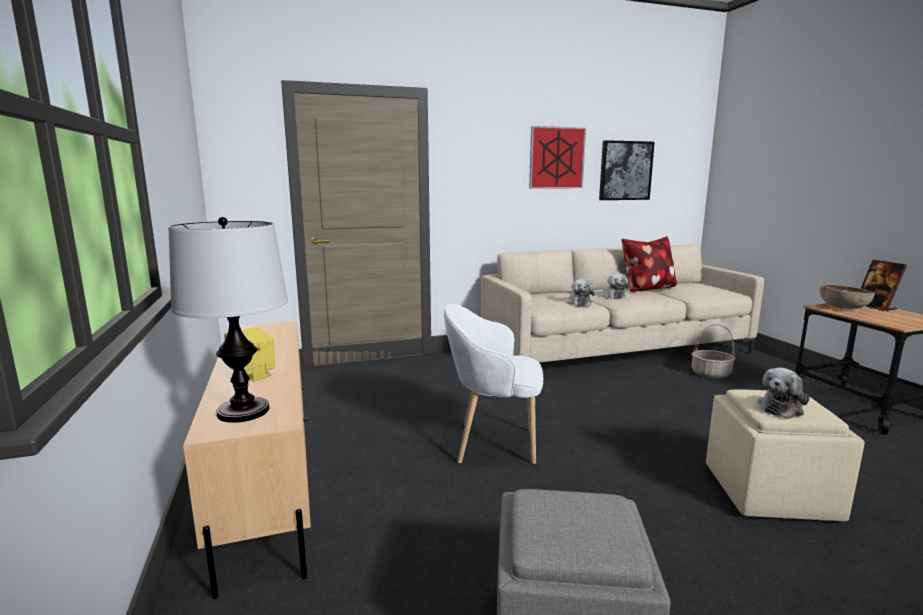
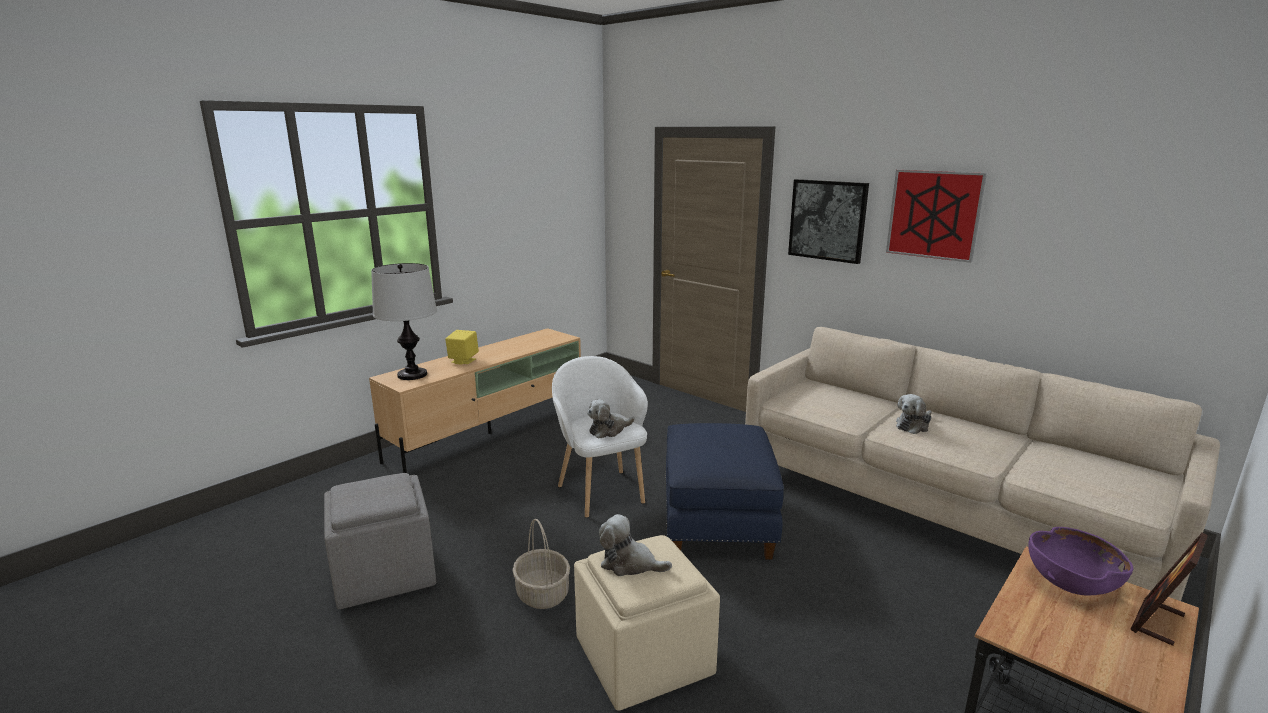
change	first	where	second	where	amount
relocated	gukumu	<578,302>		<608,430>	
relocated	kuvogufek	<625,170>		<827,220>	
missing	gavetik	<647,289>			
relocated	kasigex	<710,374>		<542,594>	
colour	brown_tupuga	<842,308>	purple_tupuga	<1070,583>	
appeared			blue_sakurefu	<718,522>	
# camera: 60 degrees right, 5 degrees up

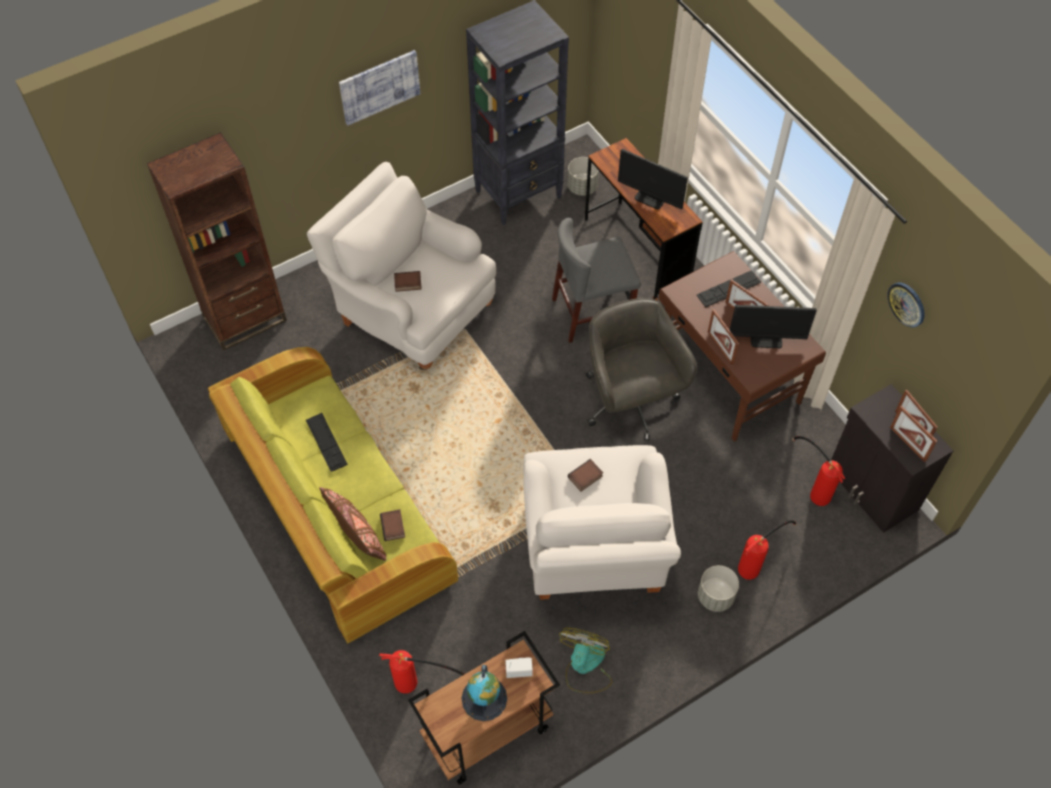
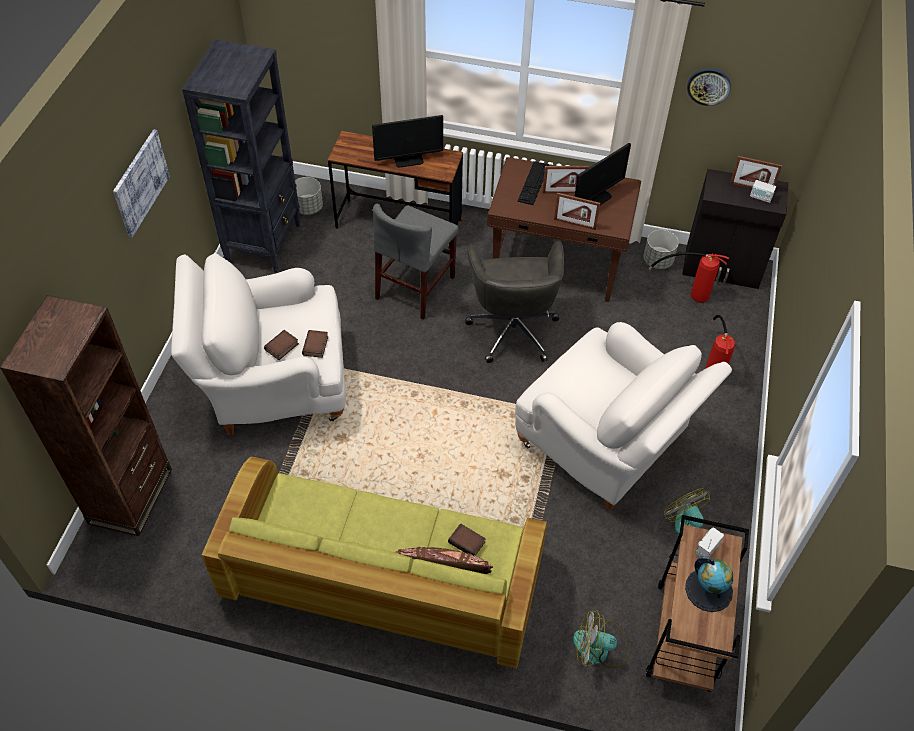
change	first	where	second	where	amount
missing	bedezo	<326,442>			
exchanged	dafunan	<419,684>	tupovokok	<599,649>	
relocated	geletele	<585,477>		<316,346>	
spun	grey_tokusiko	<630,403>		<513,328>	120 degrees counterclockwise
relocated	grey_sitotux	<715,597>		<658,261>	
exchanged	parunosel	<907,444>	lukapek	<760,197>	
# camera: 45 degrees left, 5 degrees down

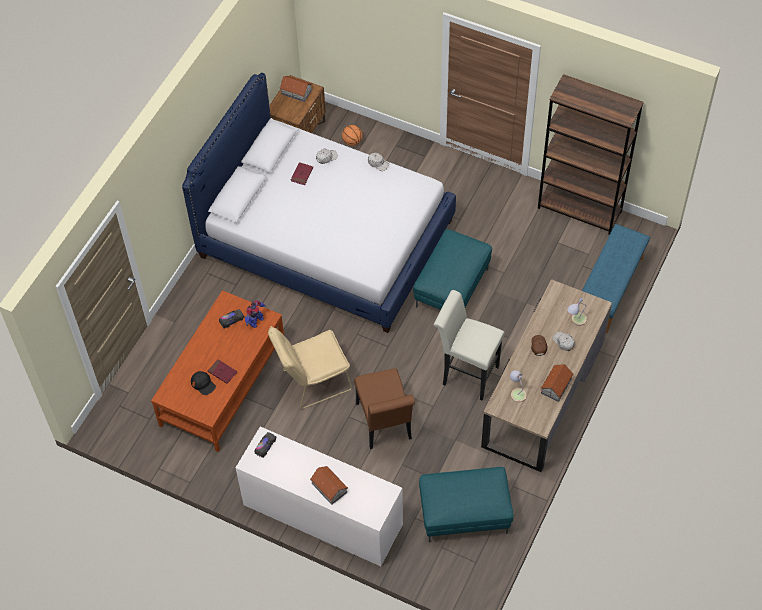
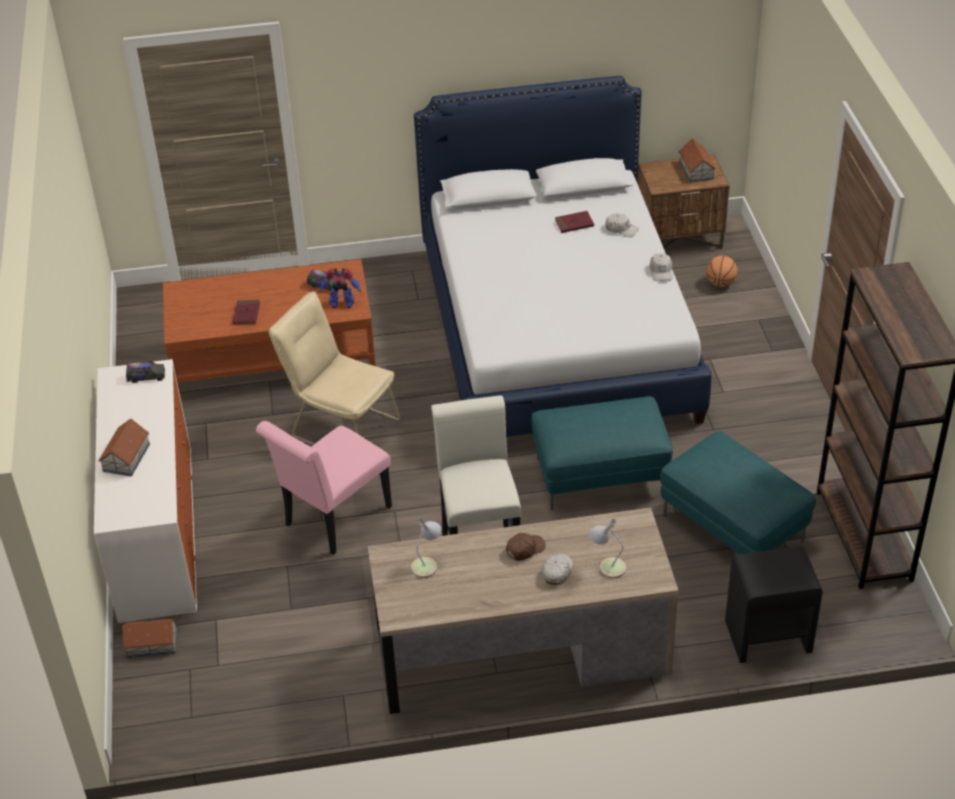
change	first	where	second	where	amount
missing	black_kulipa	<203,384>			
colour	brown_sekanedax	<385,425>	pink_sekanedax	<333,520>	
relocated	turquoise_sakurefu	<464,515>		<731,528>	
relocated	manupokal	<556,385>		<152,643>	
exchanged	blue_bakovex	<610,289>	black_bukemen	<767,636>	
# camera: 55 degrees right, 15 degrees down

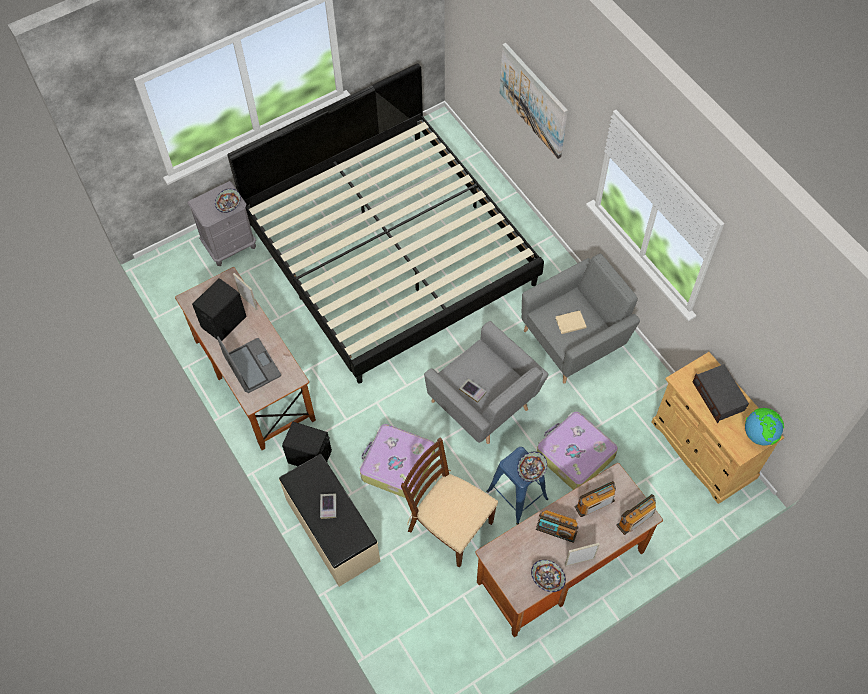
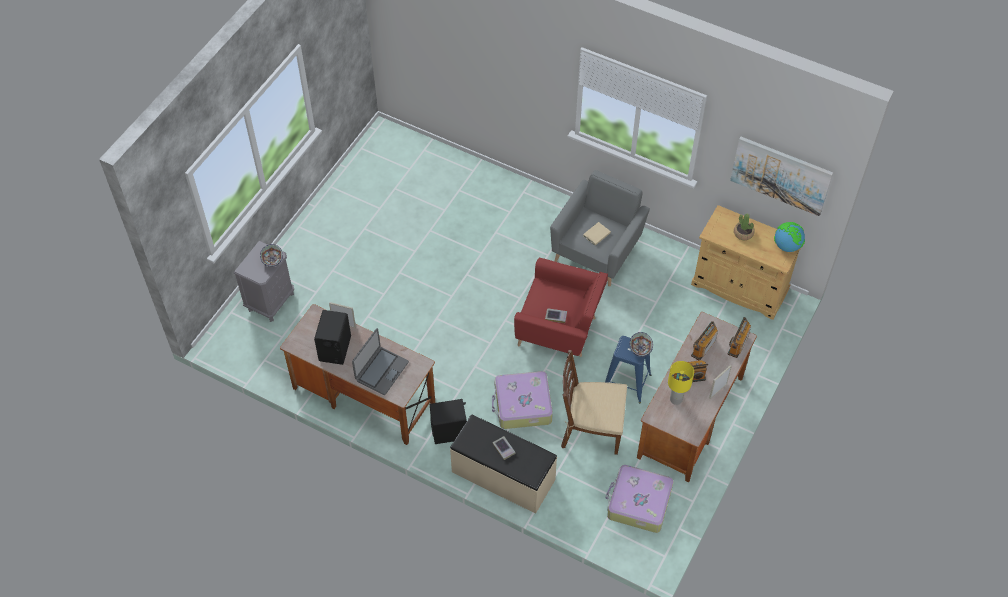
change	first	where	second	where	amount
spun	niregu	<252,366>		<381,371>	90 degrees clockwise
missing	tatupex	<390,252>			
colour	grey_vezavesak	<484,404>	red_vezavesak	<560,329>	
relocated	kuvogufek	<533,100>		<781,175>	
missing	tupuga	<547,579>			
relocated	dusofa	<574,455>		<638,503>	
exchanged	lukapek	<718,397>	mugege	<743,233>	
appeared			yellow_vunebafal	<676,399>	
# camera: 30 degrees left, 5 degrees down

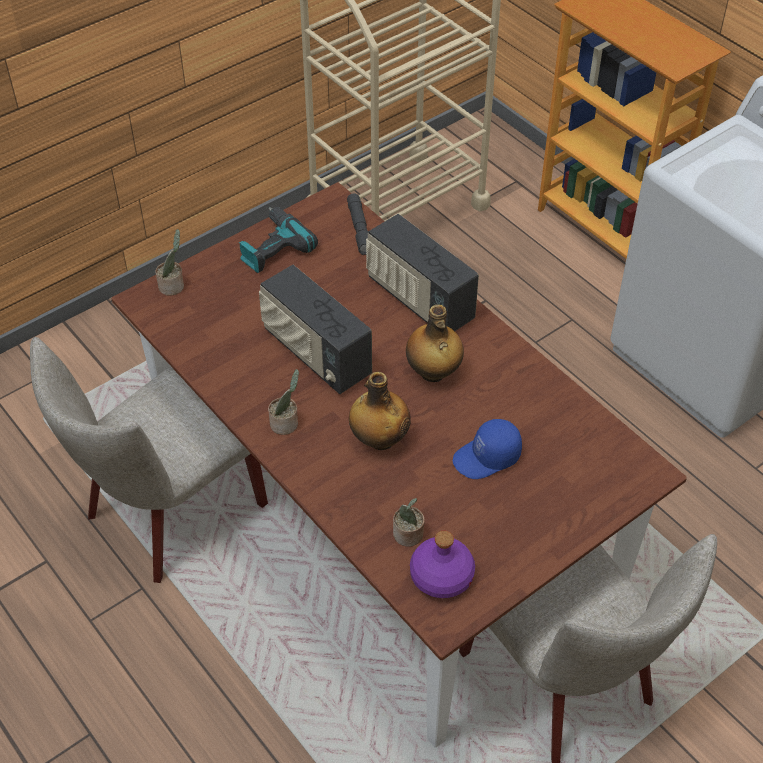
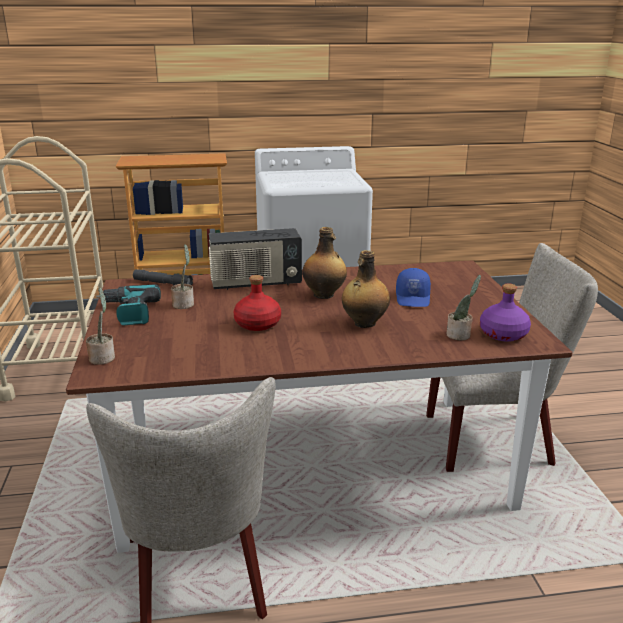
change	first	where	second	where	amount
exchanged	lukapek	<316,354>	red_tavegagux	<258,324>	
relocated	mugege	<286,423>		<184,304>	
# camera: 60 degrees left, 25 degrees down

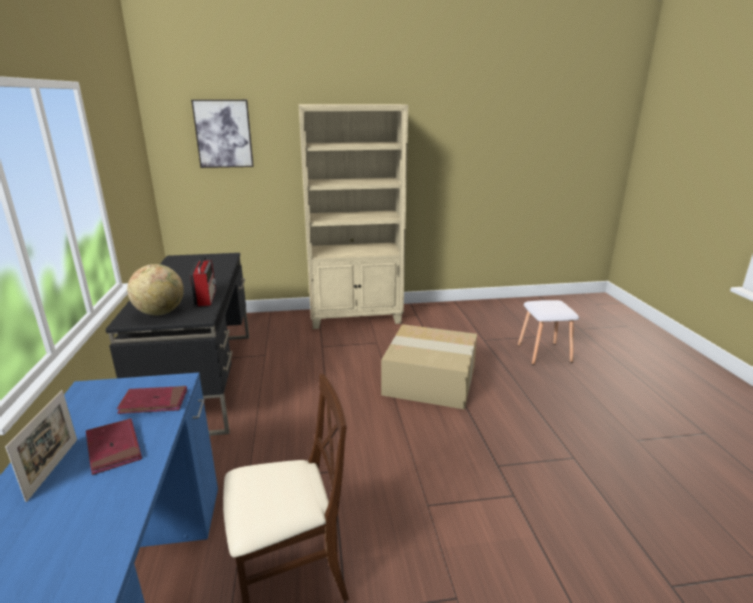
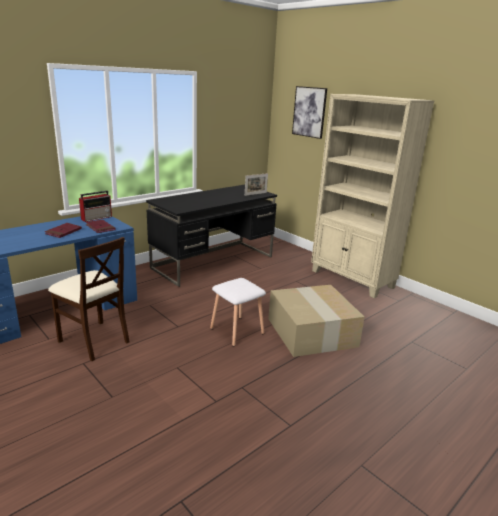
change	first	where	second	where	amount
relocated	parunosel	<53,468>		<255,194>	
missing	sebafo	<160,312>			
relocated	lukapek	<206,297>		<97,218>	
relocated	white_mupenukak	<543,354>		<236,330>	
# camera: 55 degrees right, 0 degrees up

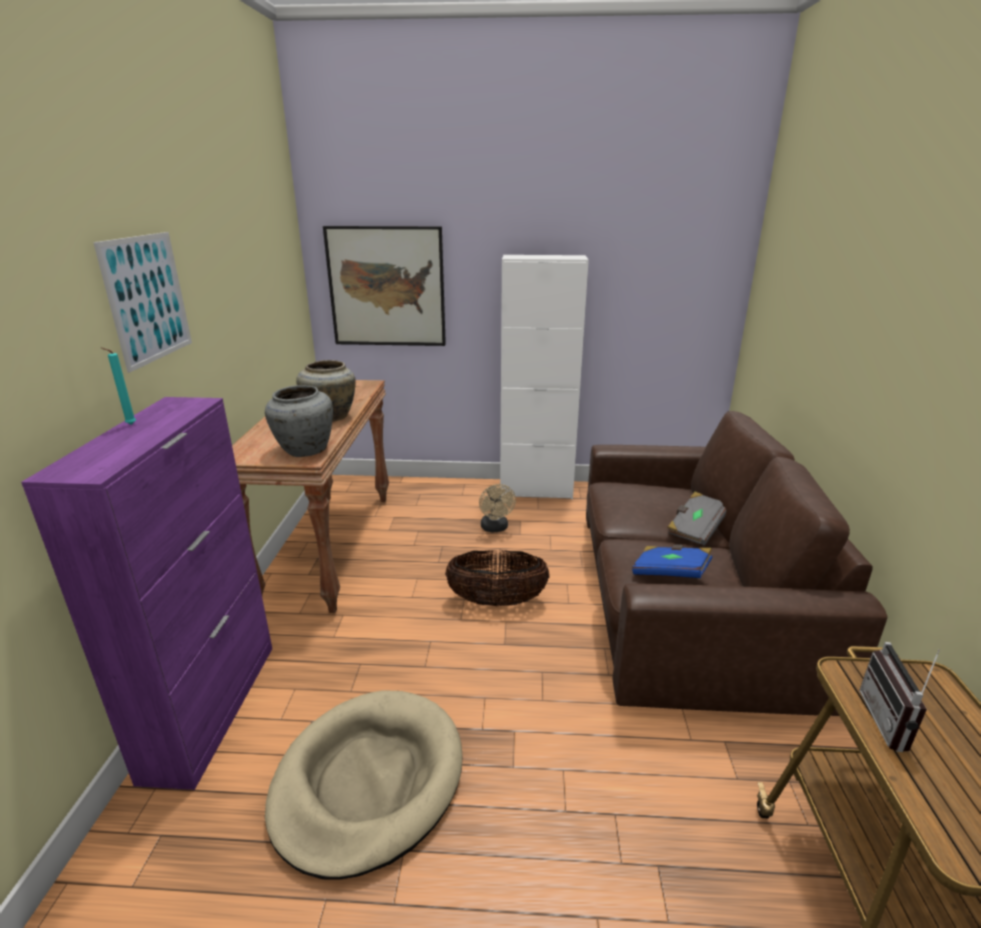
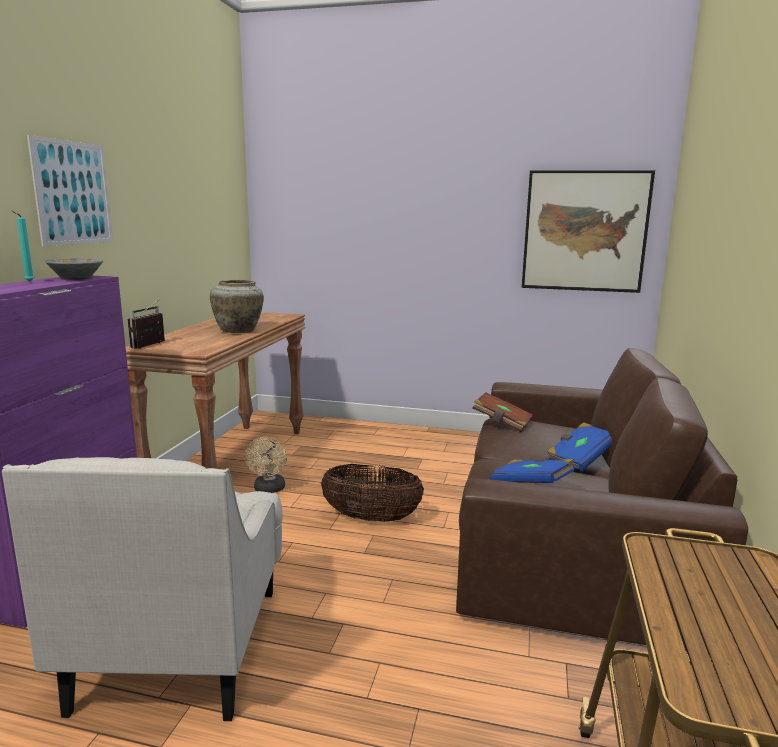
change	first	where	second	where	amount
missing	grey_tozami	<304,450>			
exchanged	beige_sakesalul	<368,781>	white_vezavesak	<182,644>	
relocated	kuvogufek	<387,287>		<584,231>	
relocated	beige_tupovokok	<495,528>		<269,489>	
missing	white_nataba	<536,490>			
colour	grey_geletele	<696,529>	blue_geletele	<580,458>	
relocated	lukapek	<893,723>		<151,346>	
appeared			grey_tupuga	<76,278>	
appeared			brown_geletele	<502,423>	
# camera: 10 degrees right, 10 degrees down

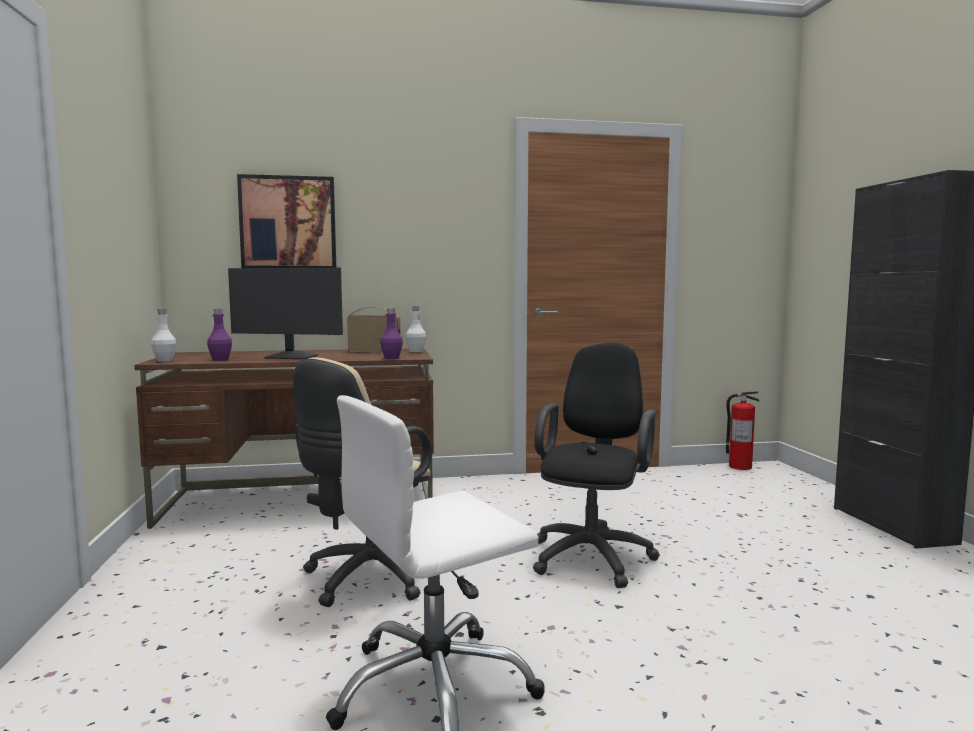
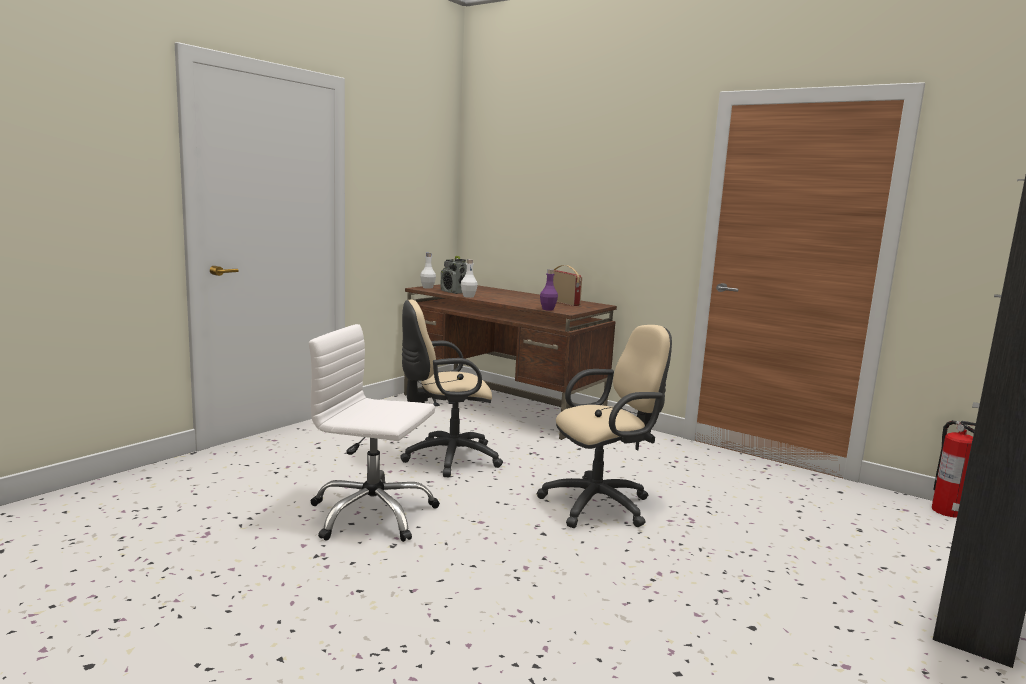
change	first	where	second	where	amount
exchanged	purple_tavegagux	<220,360>	lukapek	<453,292>	
missing	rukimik	<291,357>			
missing	kuvogufek	<288,223>			
relocated	white_tavegagux	<416,351>		<468,296>	
colour	black_tokusiko	<593,555>	beige_tokusiko	<602,505>	
# camera: 45 degrees right, 5 degrees up

